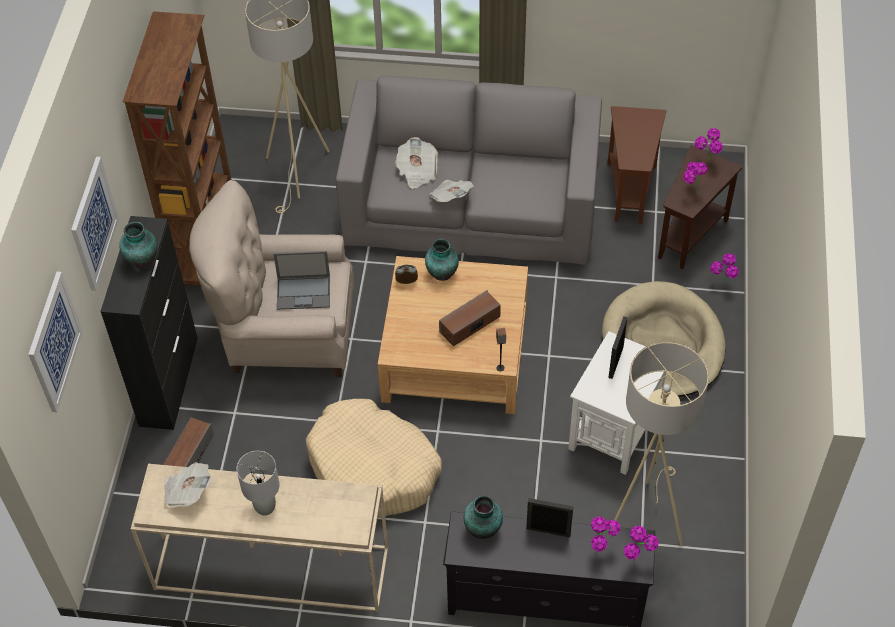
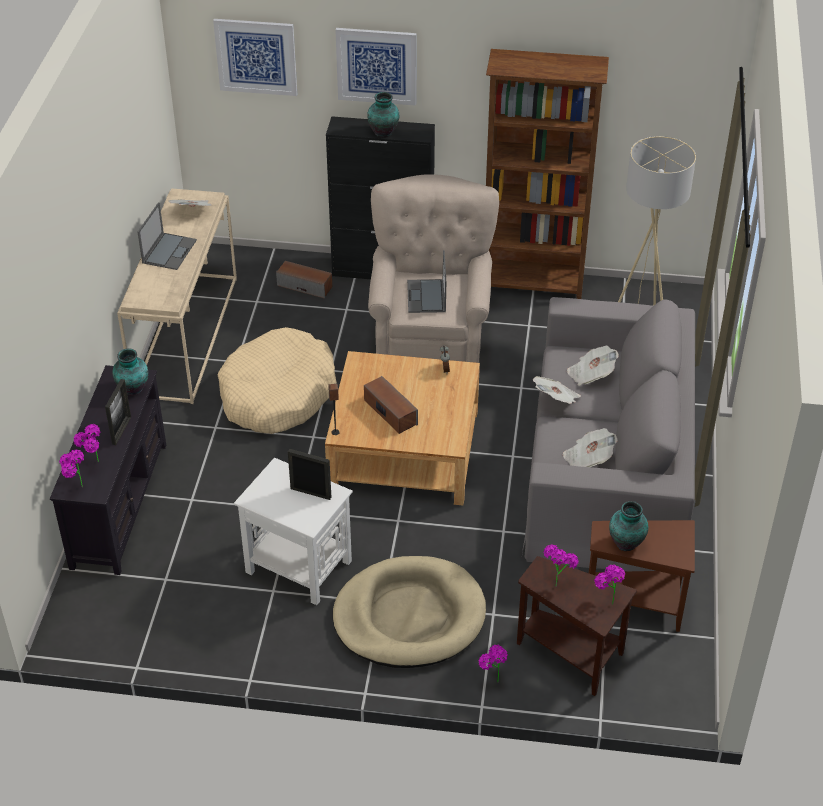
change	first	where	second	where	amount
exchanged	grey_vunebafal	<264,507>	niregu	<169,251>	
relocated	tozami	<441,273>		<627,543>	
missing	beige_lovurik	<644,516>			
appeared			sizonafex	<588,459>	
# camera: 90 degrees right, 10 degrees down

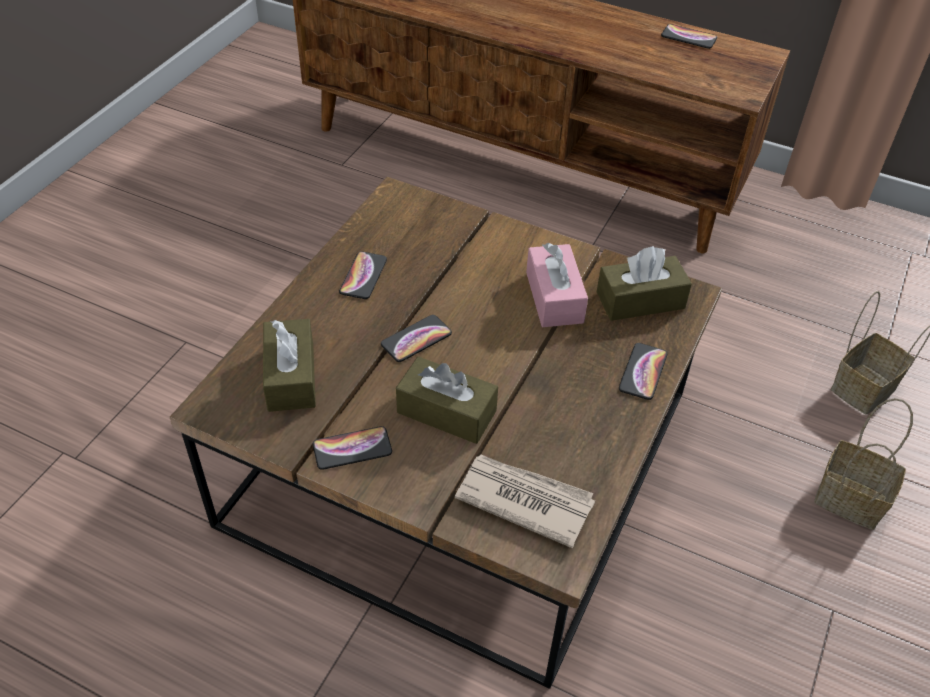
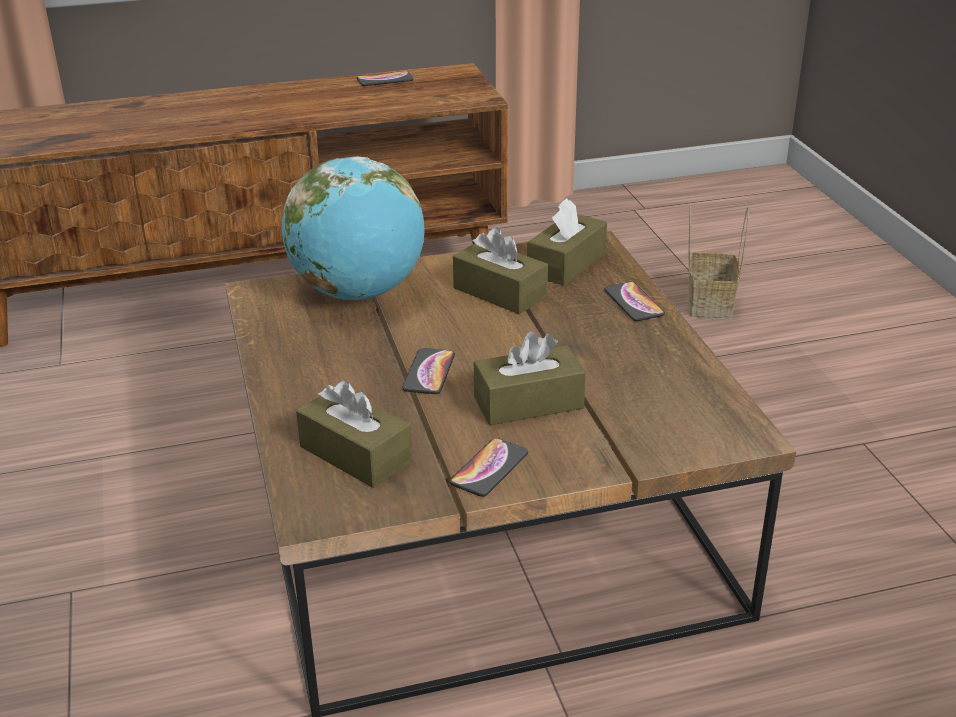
change	first	where	second	where	amount
missing	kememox	<363,276>			
missing	sizonafex	<524,500>			
colour	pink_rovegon	<554,297>	brown_rovegon	<500,292>	
missing	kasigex	<852,499>			
appeared			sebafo	<359,293>	
# camera: 40 degrees left, 15 degrees down

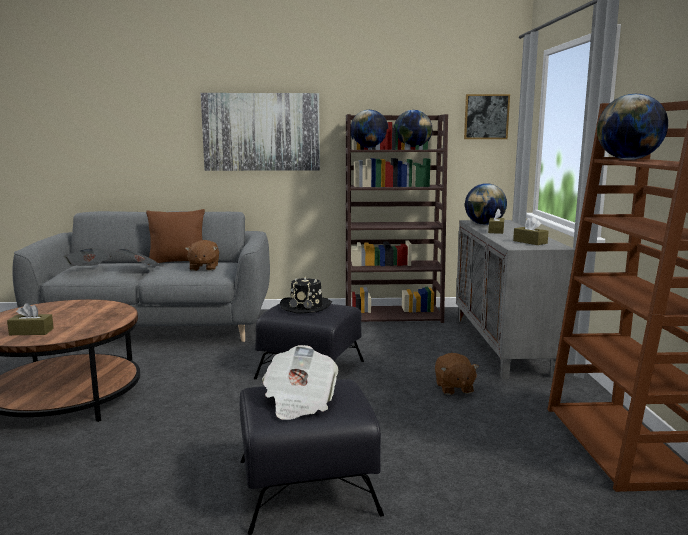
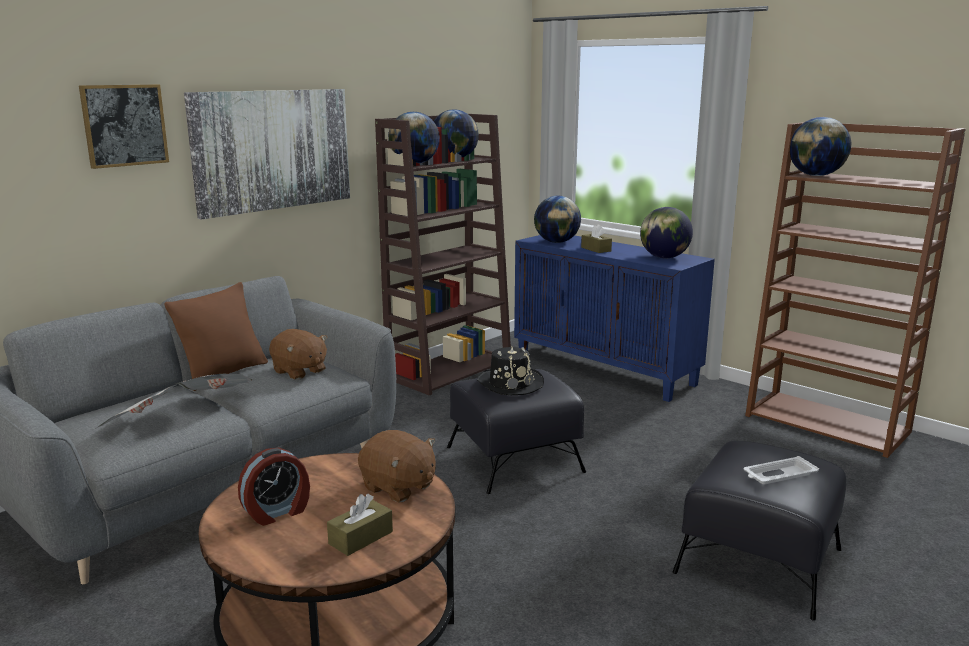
change	first	where	second	where	amount
exchanged	sizonafex	<299,402>	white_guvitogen	<779,475>	
relocated	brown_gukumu	<454,388>		<398,487>	
colour	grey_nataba	<503,346>	blue_nataba	<605,370>	
relocated	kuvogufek	<486,117>		<124,125>	
exchanged	brown_rovegon	<530,242>	sebafo	<664,257>	
appeared			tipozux	<277,512>	
# camera: 45 degrees left, 5 degrees up

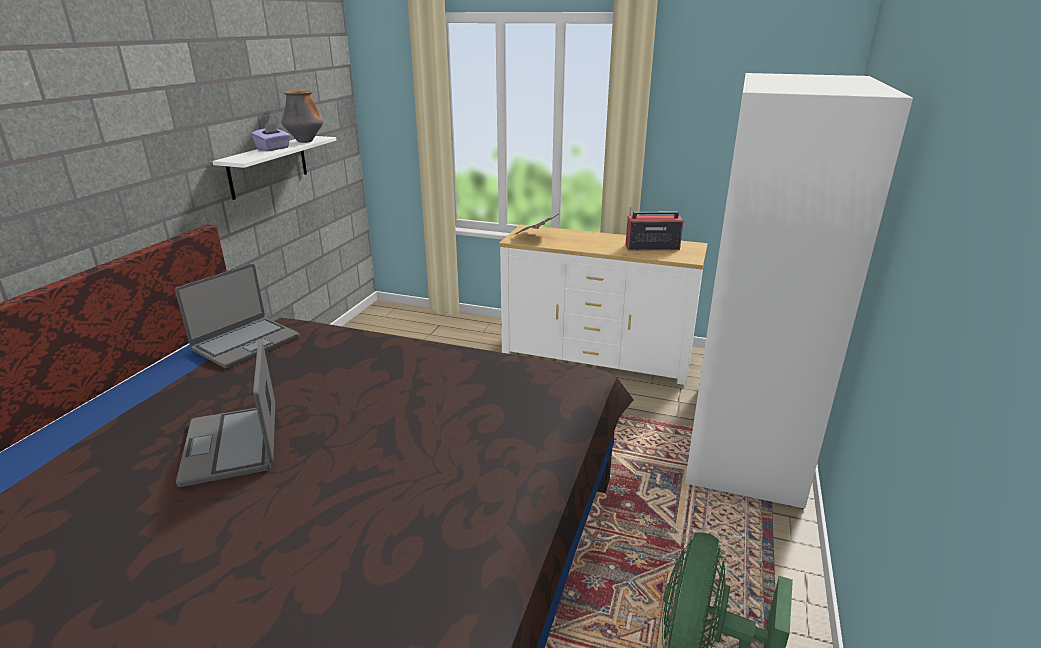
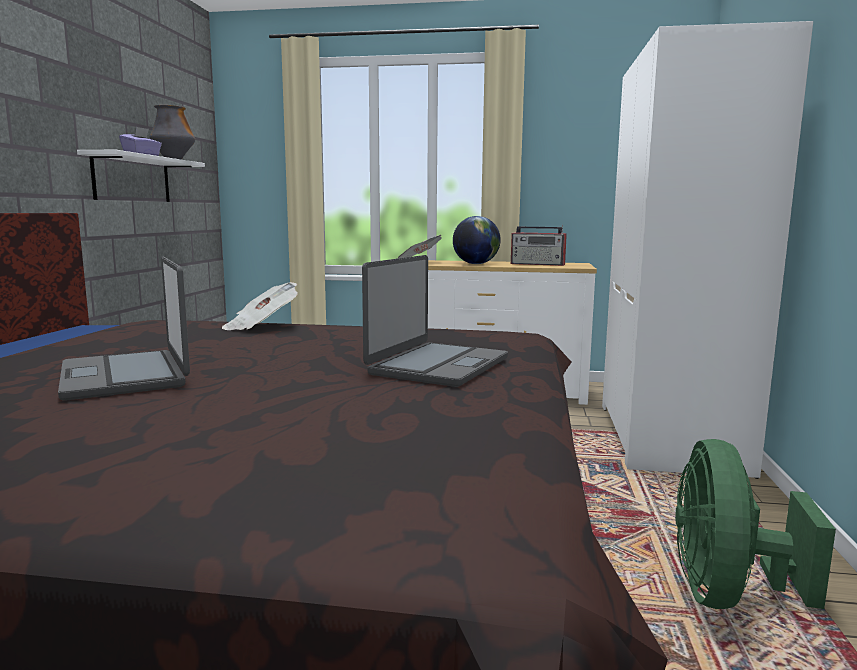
change	first	where	second	where	amount
relocated	niregu	<246,343>		<437,366>	
spun	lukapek	<651,247>		<538,264>	150 degrees counterclockwise
appeared			sizonafex	<261,326>	
appeared			sebafo	<476,264>	
# camera: 10 degrees left, 15 degrees down

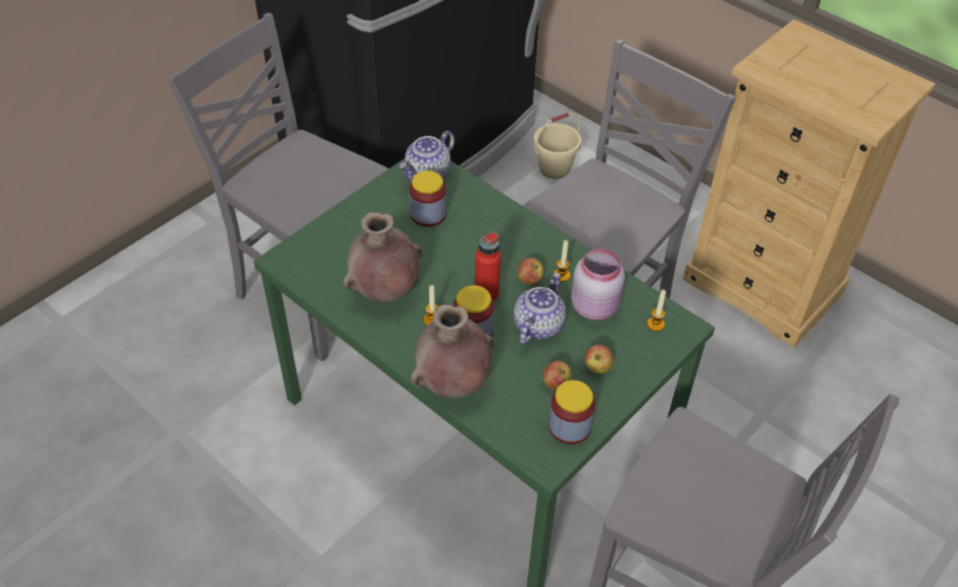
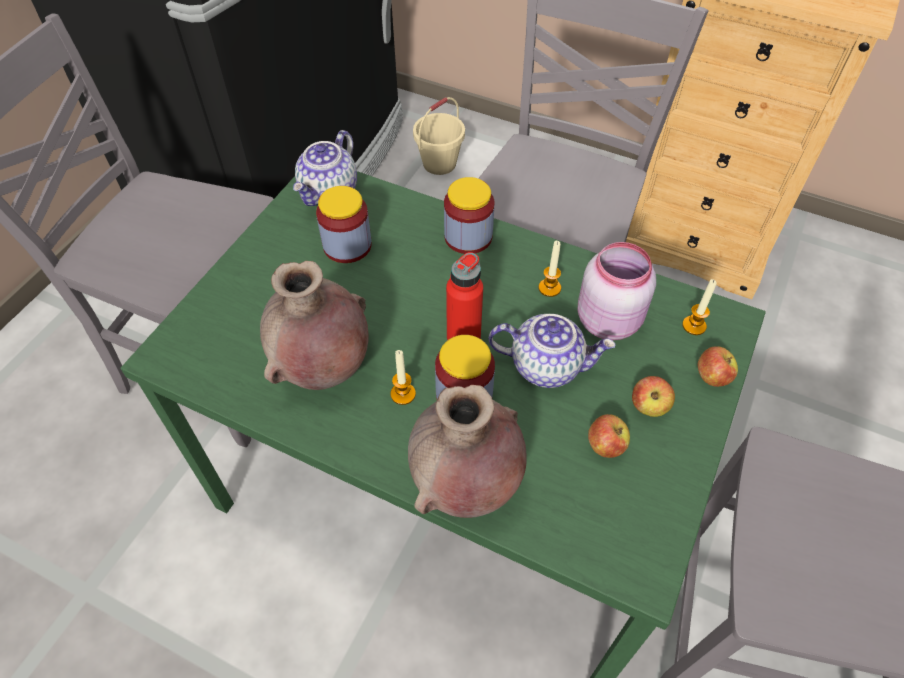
change	first	where	second	where	amount
spun	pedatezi	<537,325>		<547,365>	90 degrees clockwise
relocated	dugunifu	<529,280>		<712,377>	
relocated	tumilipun	<569,426>		<468,237>	
# camera: 15 degrees left, 5 degrees up

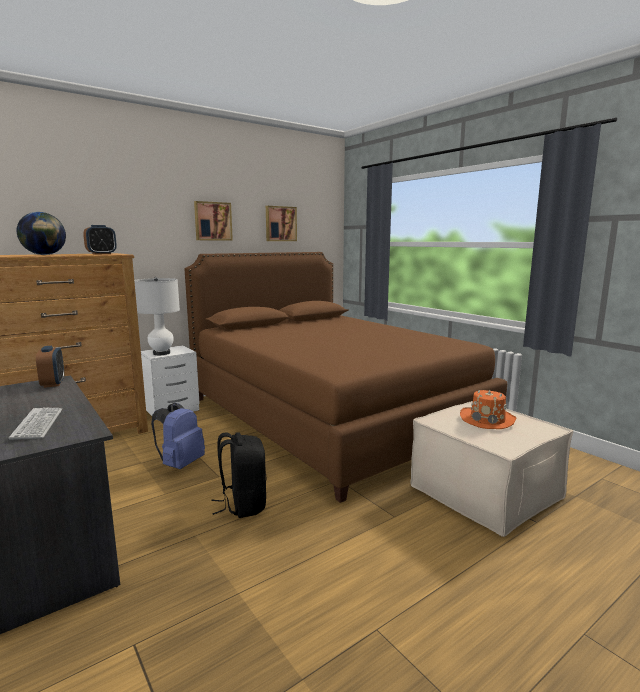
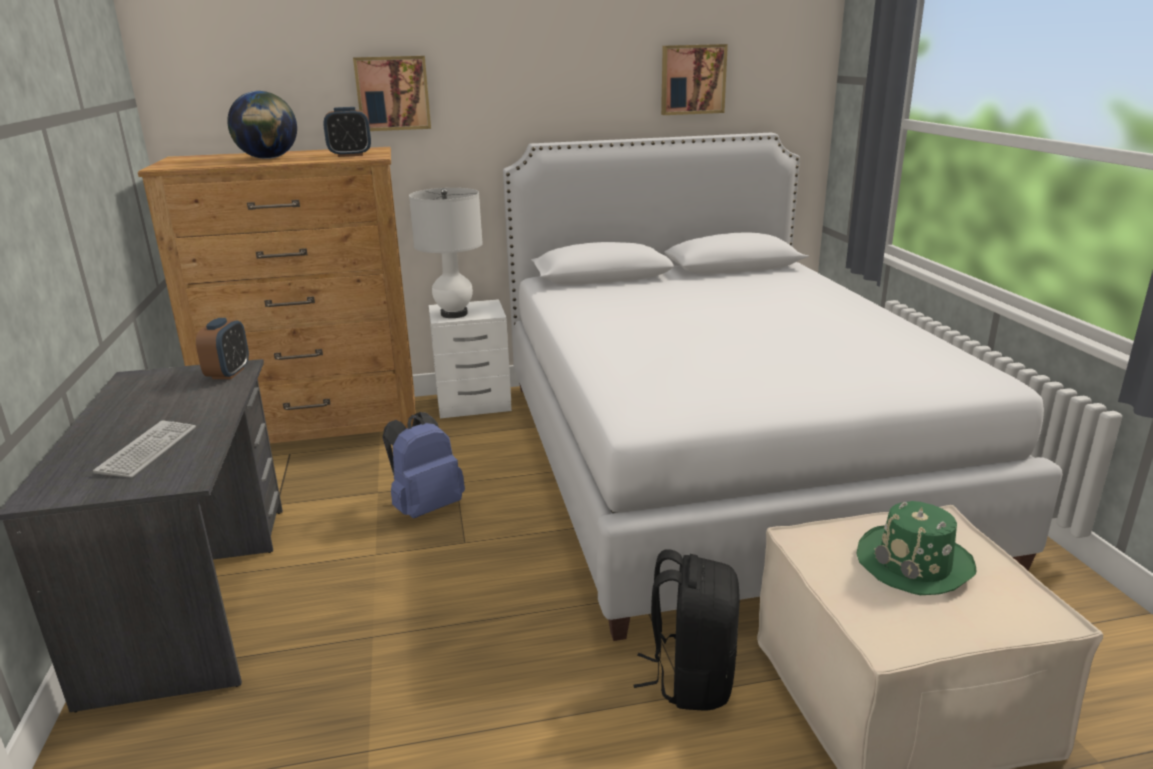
change	first	where	second	where	amount
colour	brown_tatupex	<331,416>	white_tatupex	<716,461>	
relocated	kuvogufek	<212,221>		<393,93>	
relocated	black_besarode	<243,504>		<691,678>	
colour	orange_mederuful	<487,419>	green_mederuful	<915,563>	
# camera: 25 degrees right, 10 degrees up

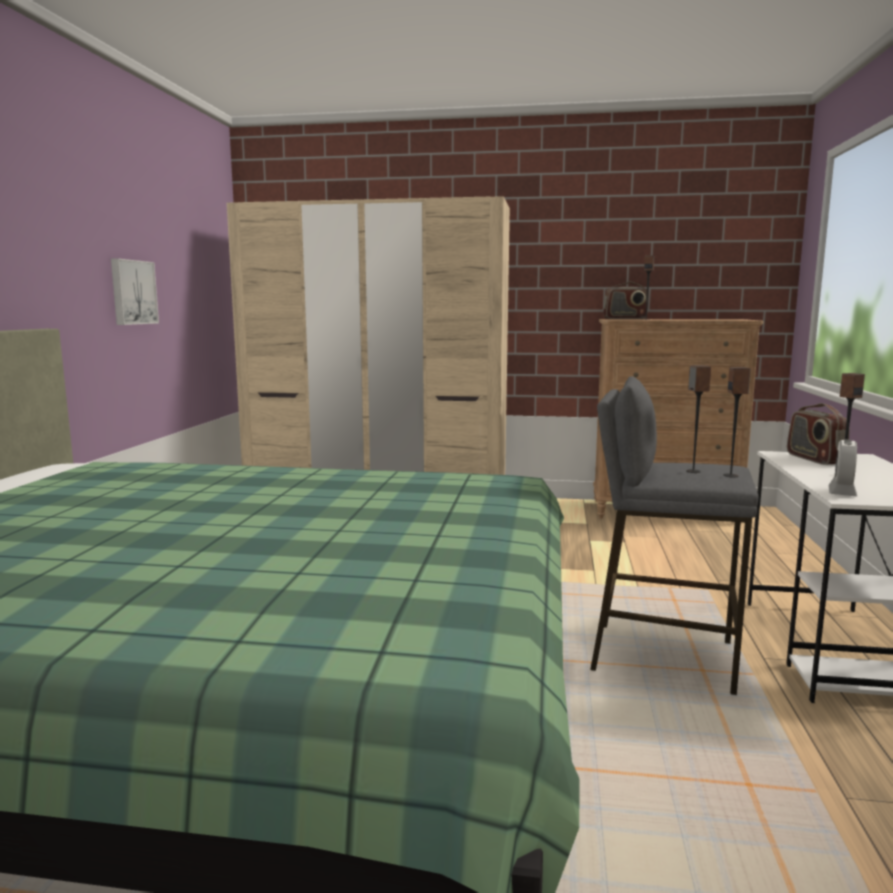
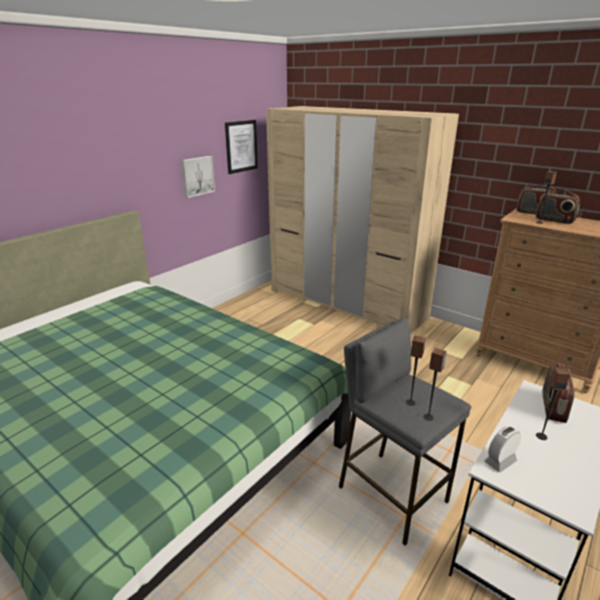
change	first	where	second	where	amount
appeared			kuvogufek	<241,146>	
appeared			lukapek	<554,220>	
# camera: 30 degrees right, 15 degrees up

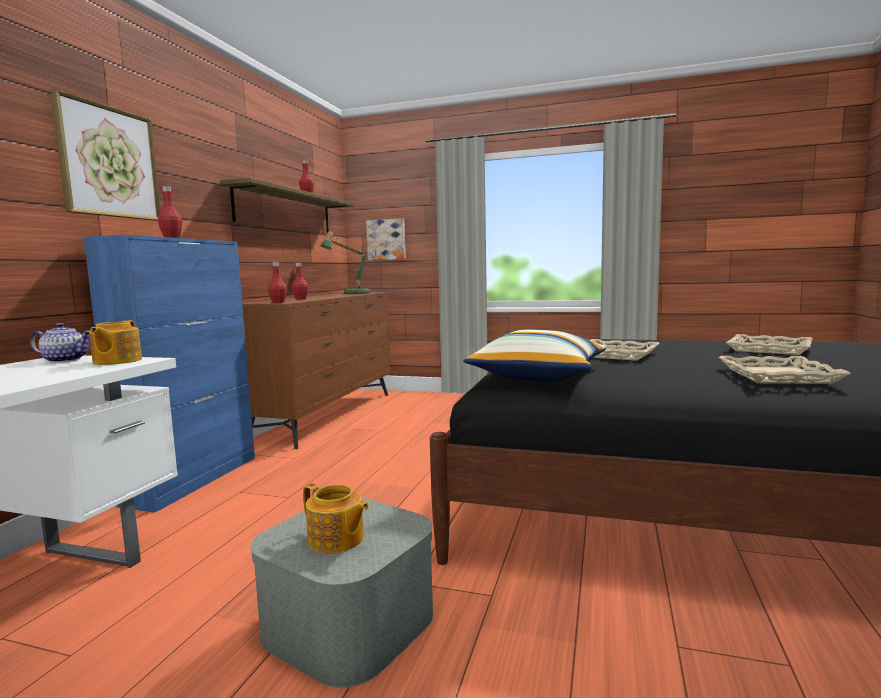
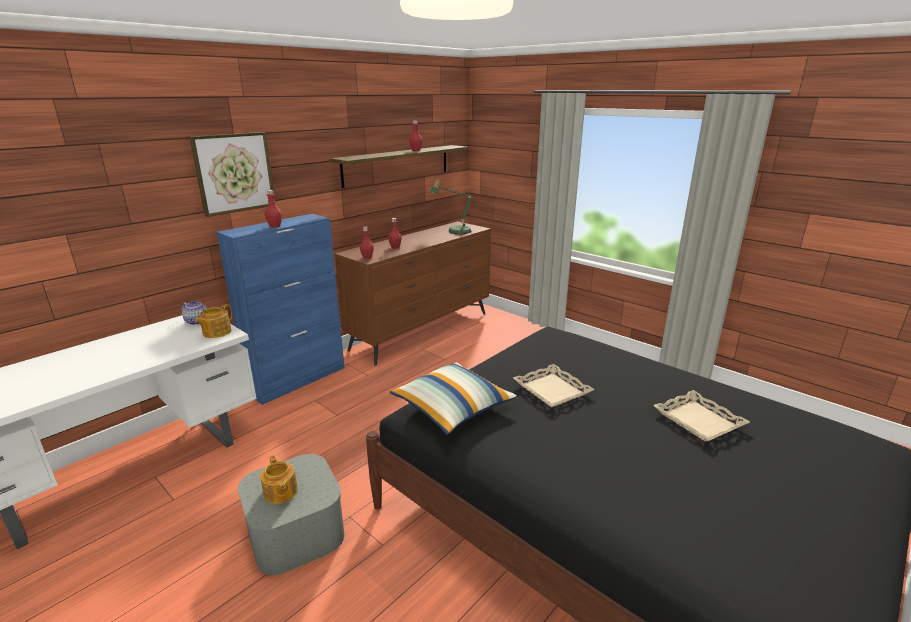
change	first	where	second	where	amount
missing	kuvogufek	<386,239>			
missing	beige_guvitogen	<776,376>			
# camera: 25 degrees right, 15 degrees up

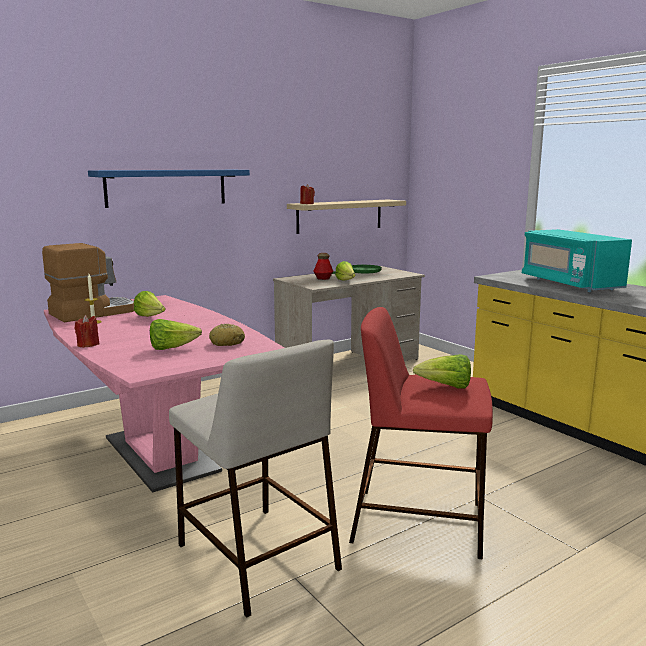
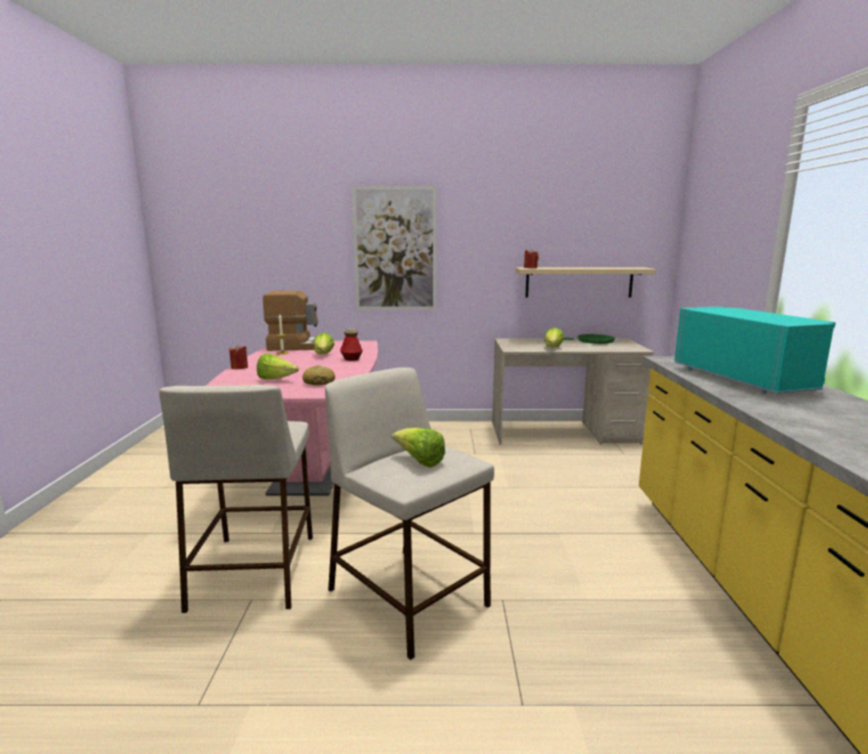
change	first	where	second	where	amount
exchanged	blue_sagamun	<166,187>	kuvogufek	<395,249>	
relocated	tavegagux	<323,278>		<351,359>	
colour	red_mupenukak	<420,522>	beige_mupenukak	<409,598>	
spun	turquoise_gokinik	<569,284>		<743,379>	150 degrees clockwise
# camera: 35 degrees right, 0 degrees up

